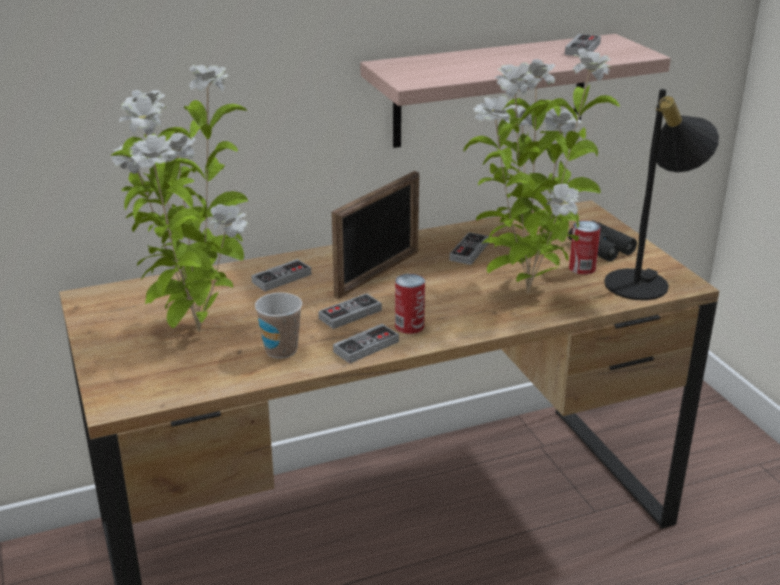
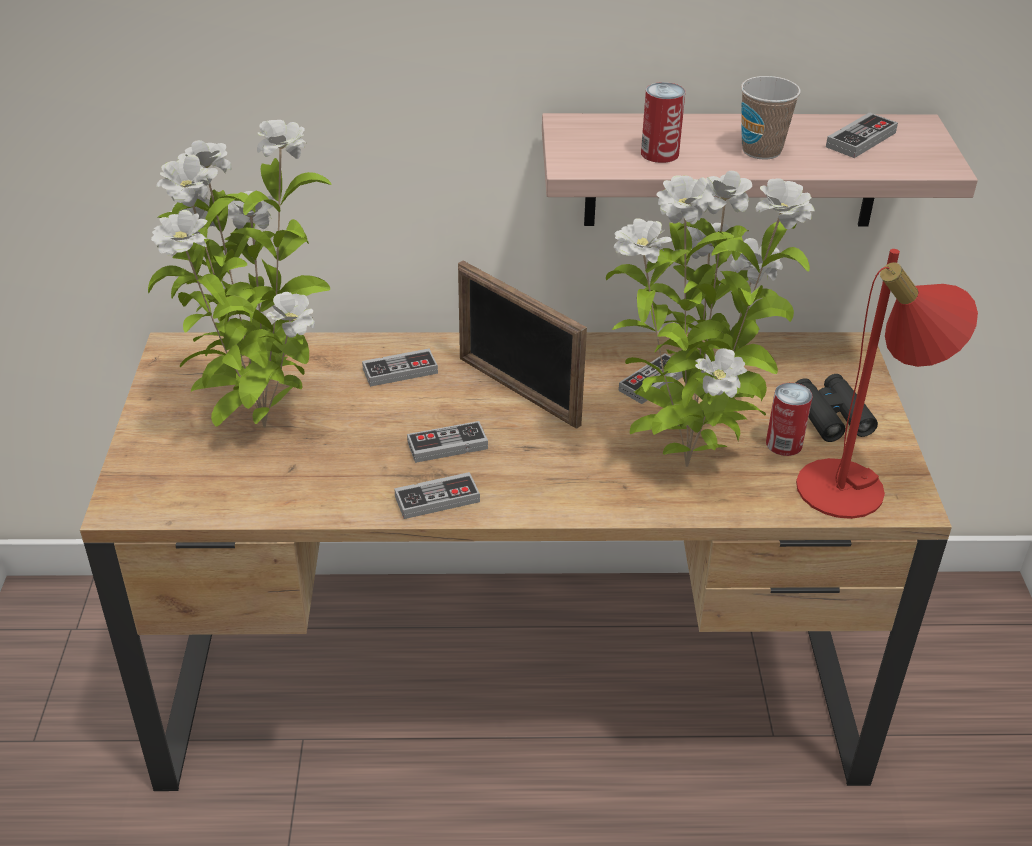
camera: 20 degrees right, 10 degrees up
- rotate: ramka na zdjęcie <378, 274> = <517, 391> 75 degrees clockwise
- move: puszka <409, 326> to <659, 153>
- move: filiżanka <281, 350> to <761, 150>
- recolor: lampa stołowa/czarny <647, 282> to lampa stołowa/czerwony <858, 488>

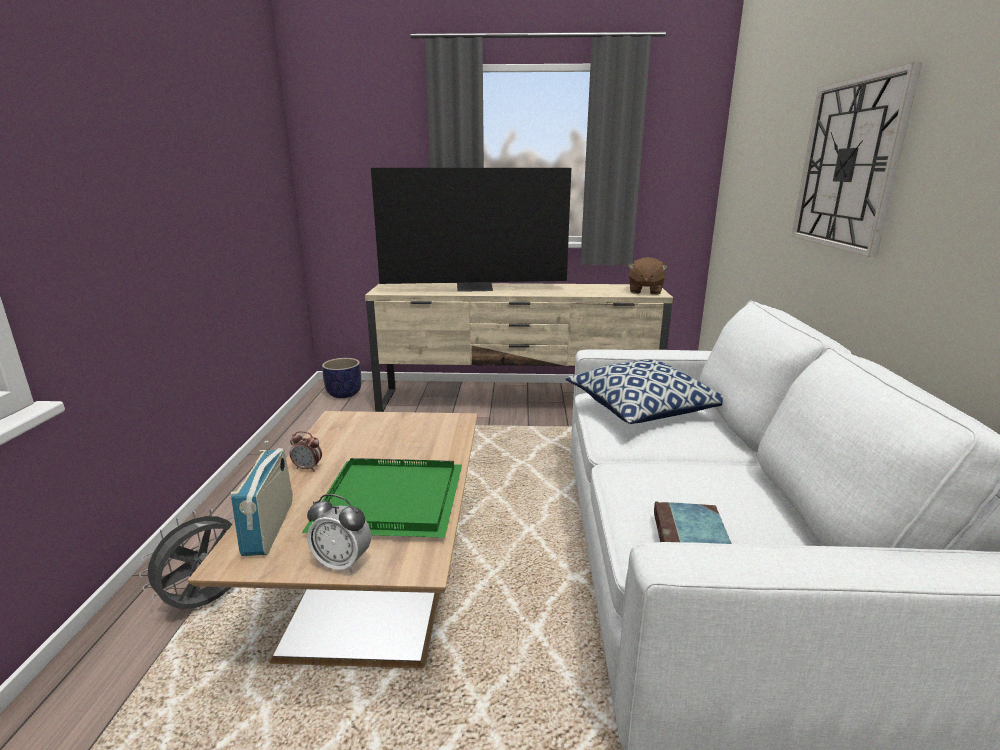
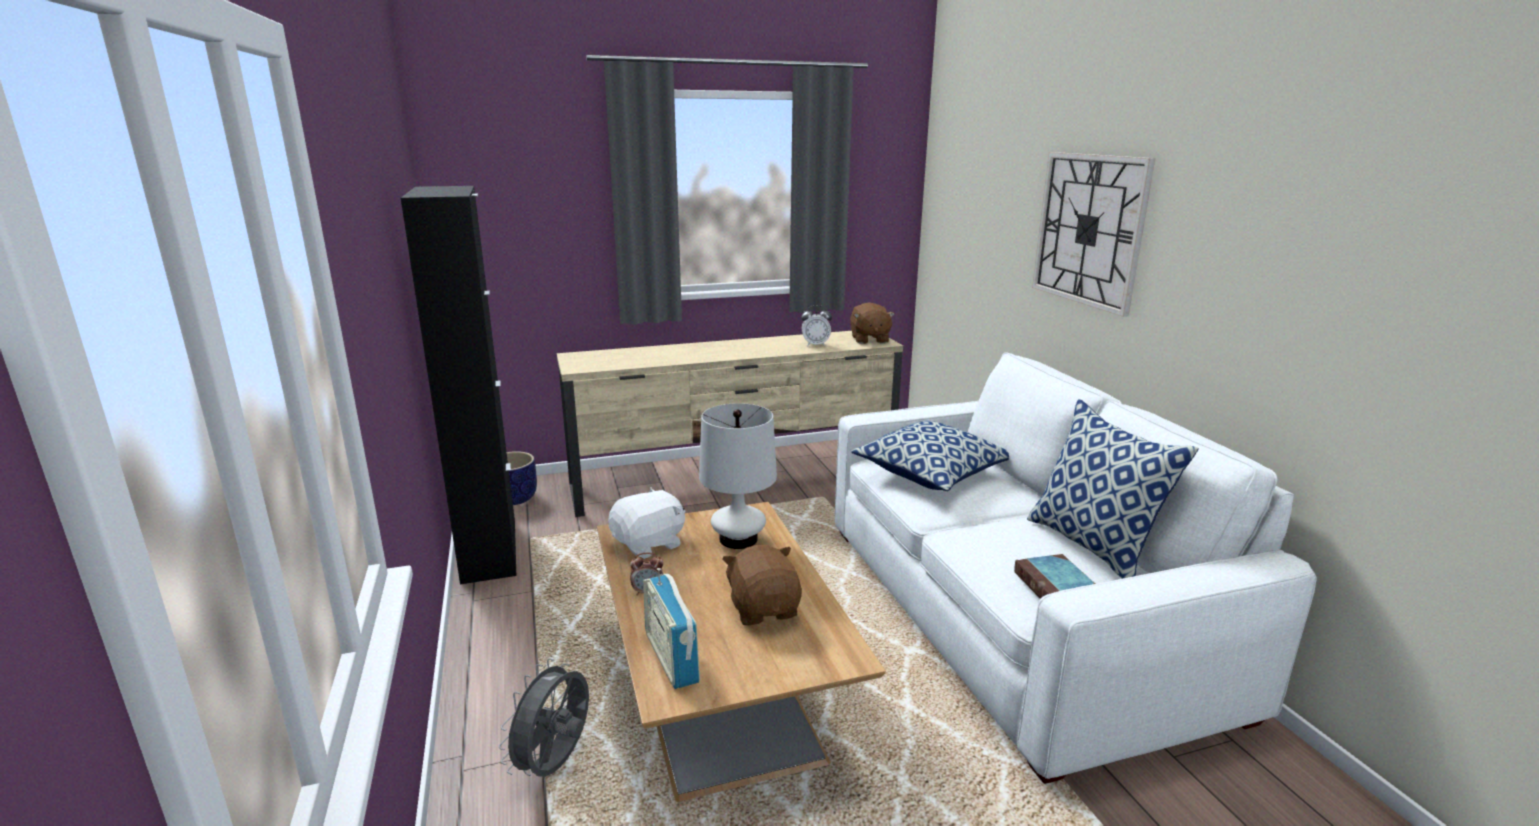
camera: 20 degrees left, 0 degrees up
- insert: szafka/czarny <489, 551>
- insert: pluszak/biały <649, 544>
- insert: lampa stołowa/biały <738, 539>
- replace: taca/zielony <387, 502> to pluszak/brązowy <764, 609>
- move: budzik <342, 563> to <815, 345>
- insert: poduszka <1093, 546>
- delete: telewizor <475, 288>

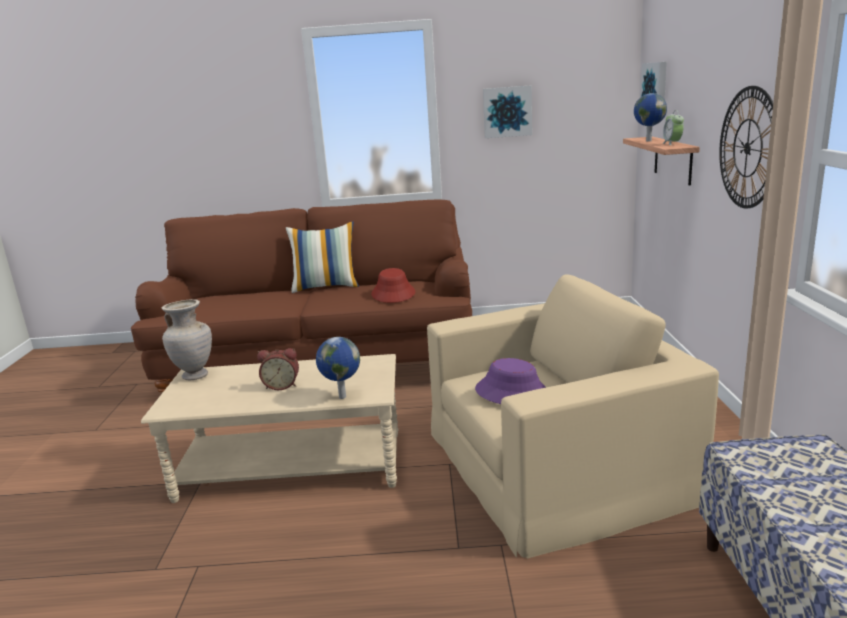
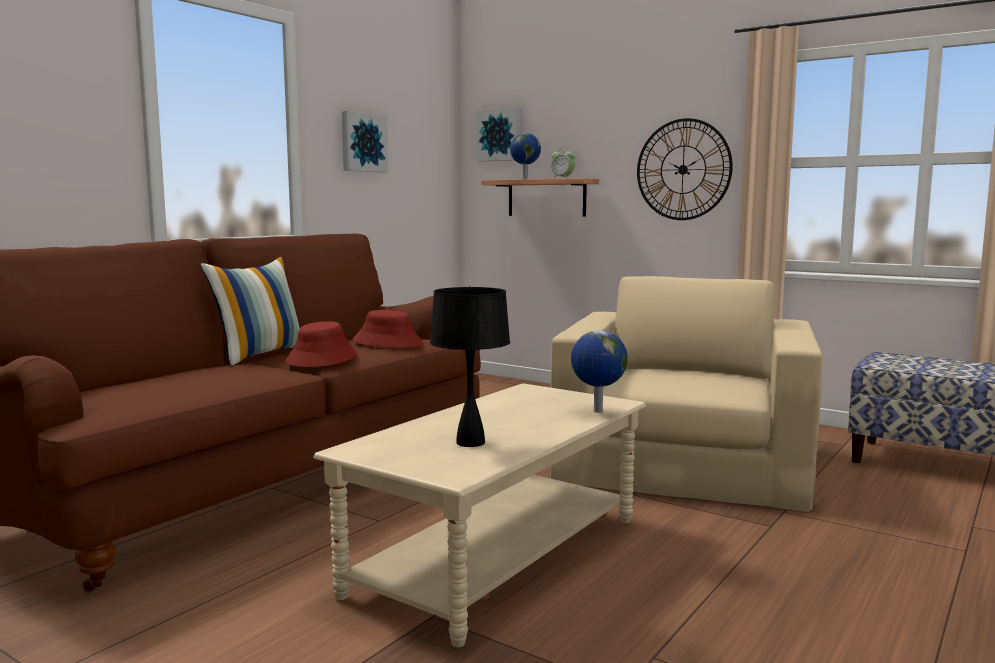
camera: 55 degrees left, 10 degrees down
- insert: kapelusz/czerwony <322, 358>
- insert: lampa stołowa/czarny <470, 442>
- delete: wazon/beżowy <195, 375>
- delete: budzik <282, 385>
- delete: kapelusz/fioletowy <512, 392>

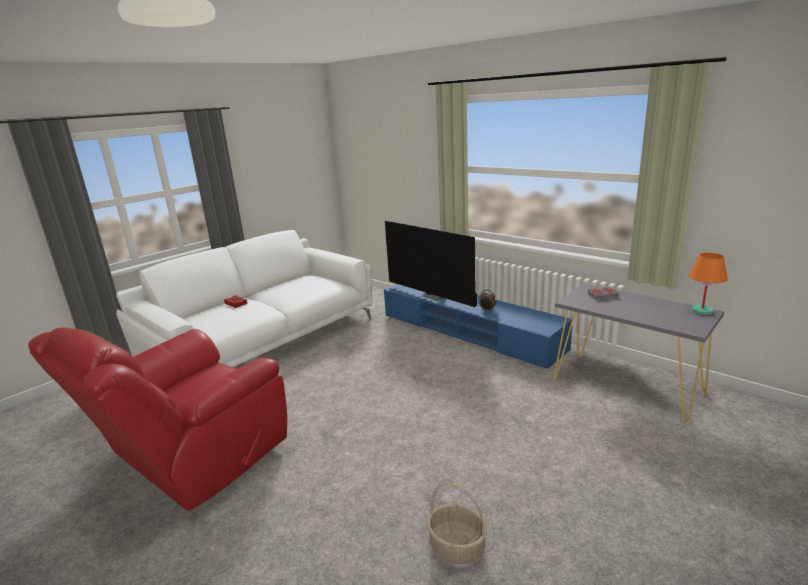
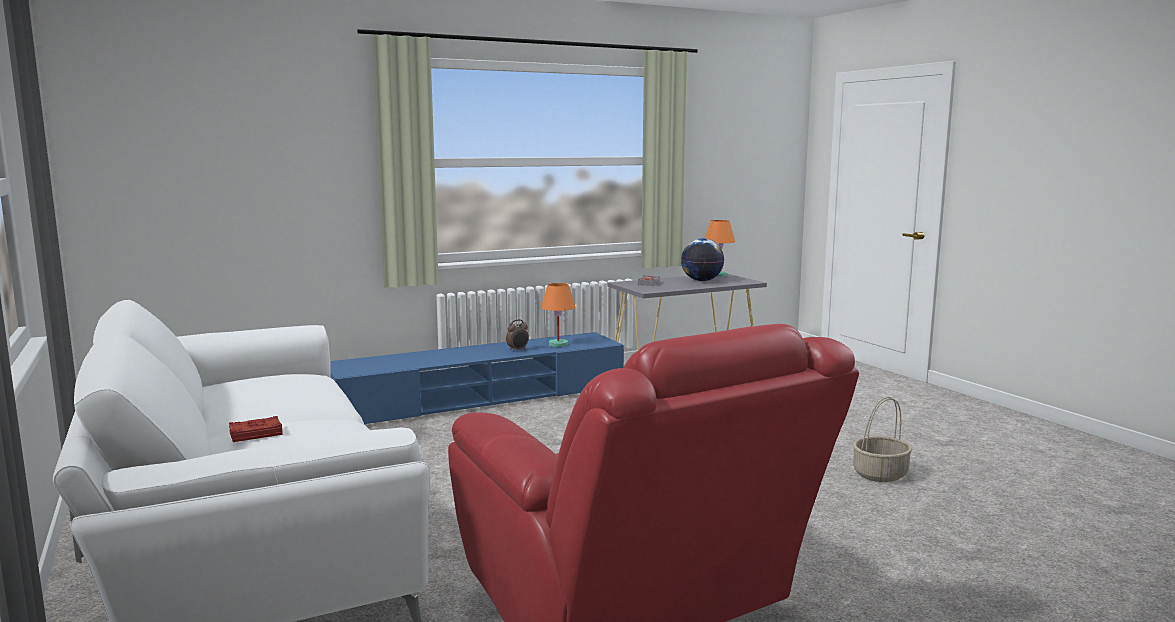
camera: 70 degrees left, 10 degrees down
- insert: lampa stołowa/pomarańczowy <558, 344>
- insert: globus <702, 280>
- delete: telewizor <434, 296>

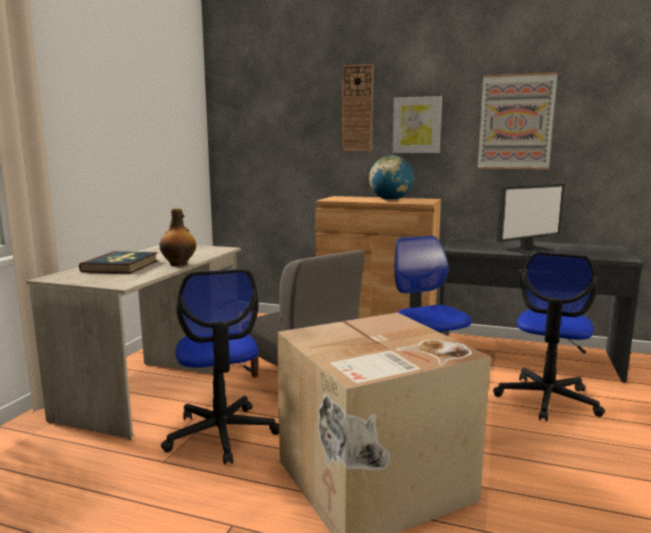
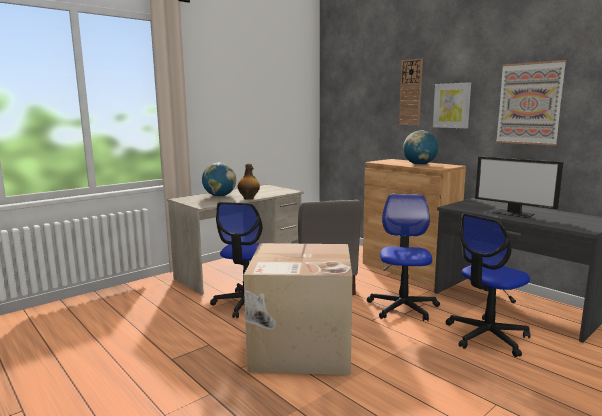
camera: 30 degrees right, 0 degrees up
- replace: książka <121, 266> to globus <219, 196>
- rotate: monitor <528, 249> = <513, 213> 45 degrees clockwise

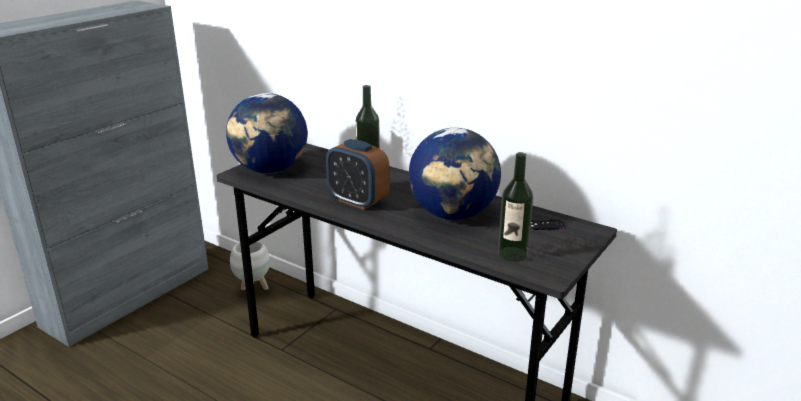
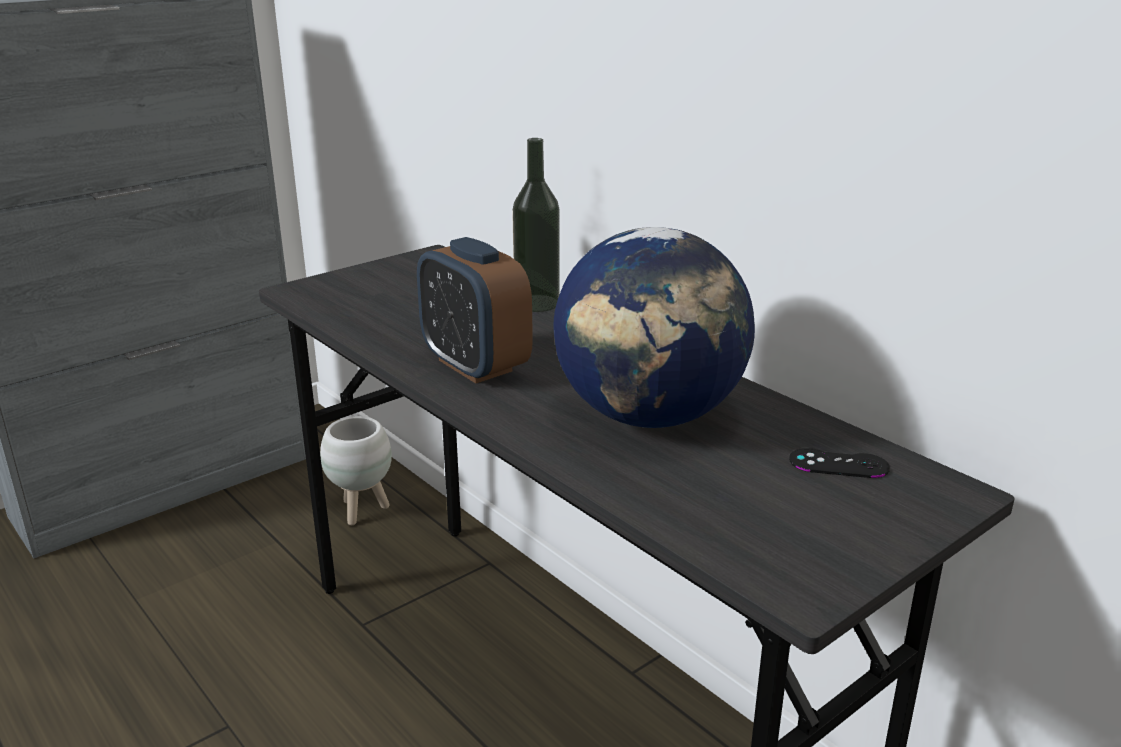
camera: 15 degrees right, 0 degrees up
- delete: globus <270, 170>
- delete: butelka <512, 254>

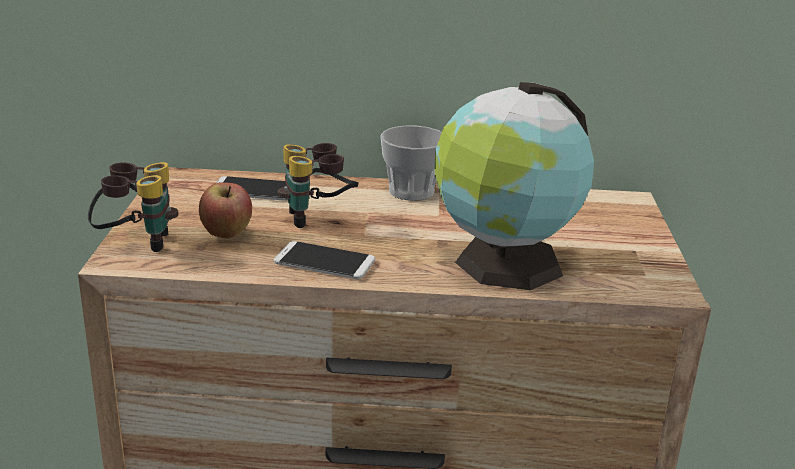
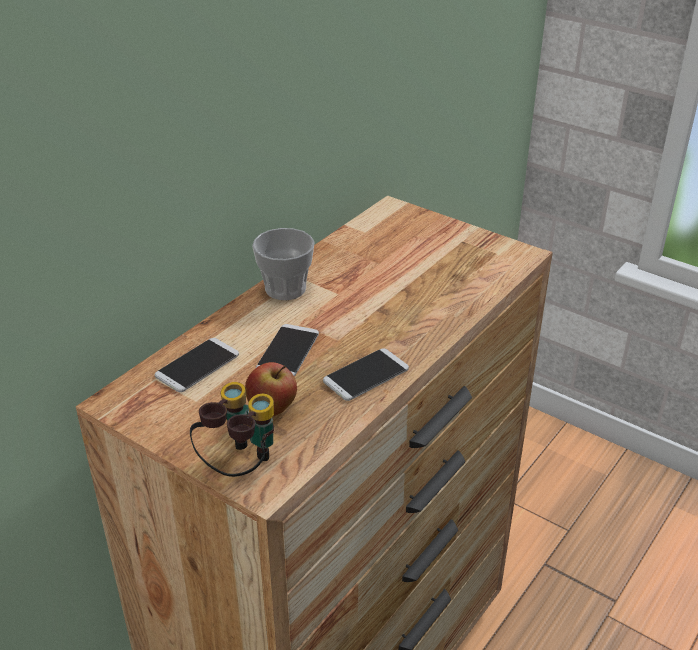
camera: 55 degrees left, 10 degrees up
- replace: lornetka <317, 218> to telefon <288, 351>
- delete: globus <504, 265>

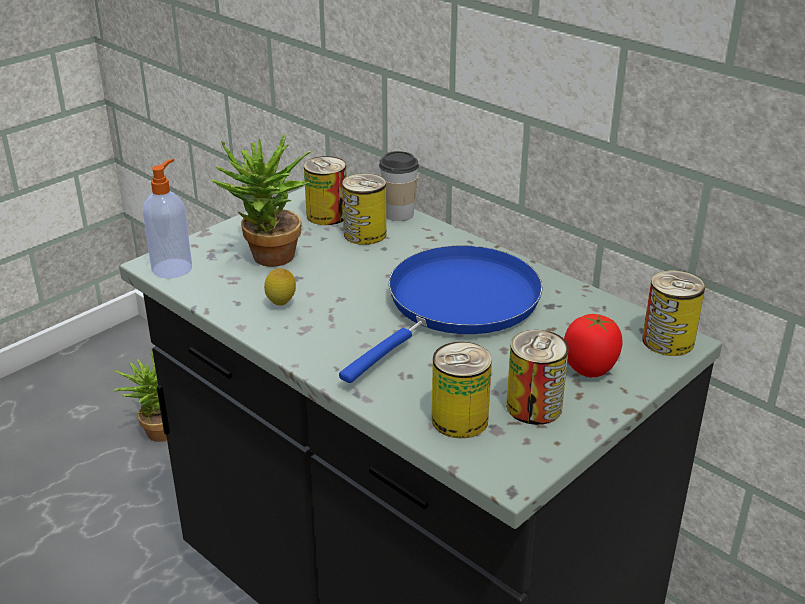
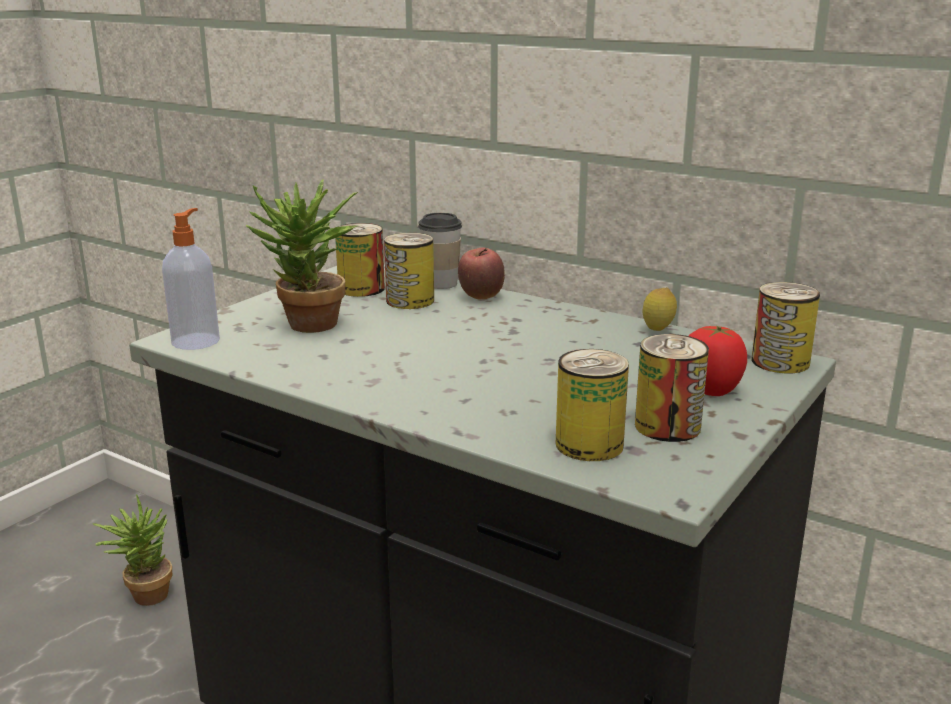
camera: 10 degrees left, 10 degrees down
- insert: jabłko <481, 297>
- move: cytryna <281, 305> to <657, 331>
- delete: patelnia/niebieski <457, 305>

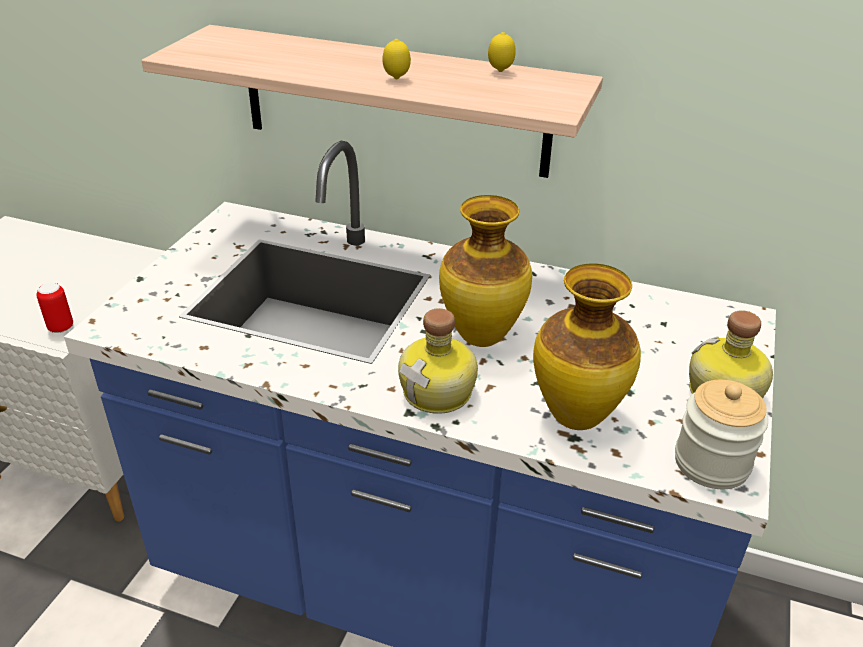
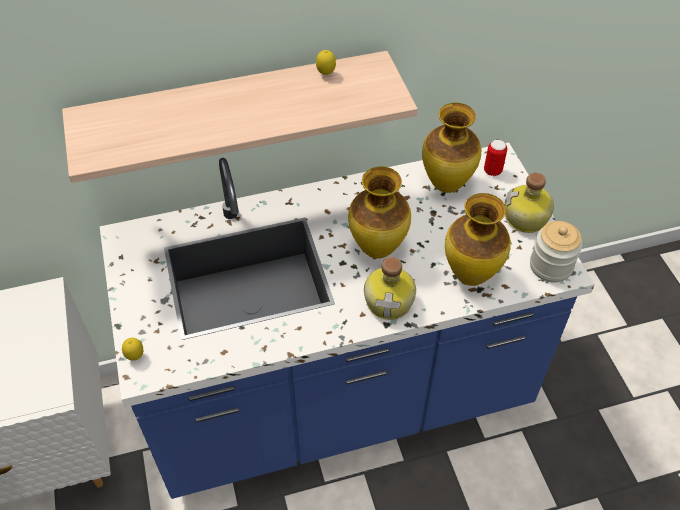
camera: 35 degrees left, 15 degrees up
- move: cytryna <396, 79> to <135, 357>
- insert: wazon <447, 185>
- move: puszka <61, 327> to <492, 171>

